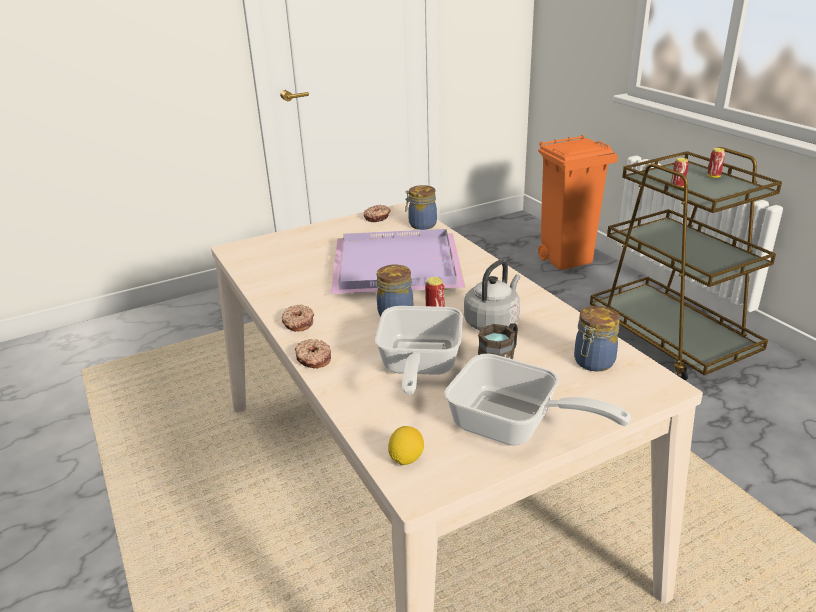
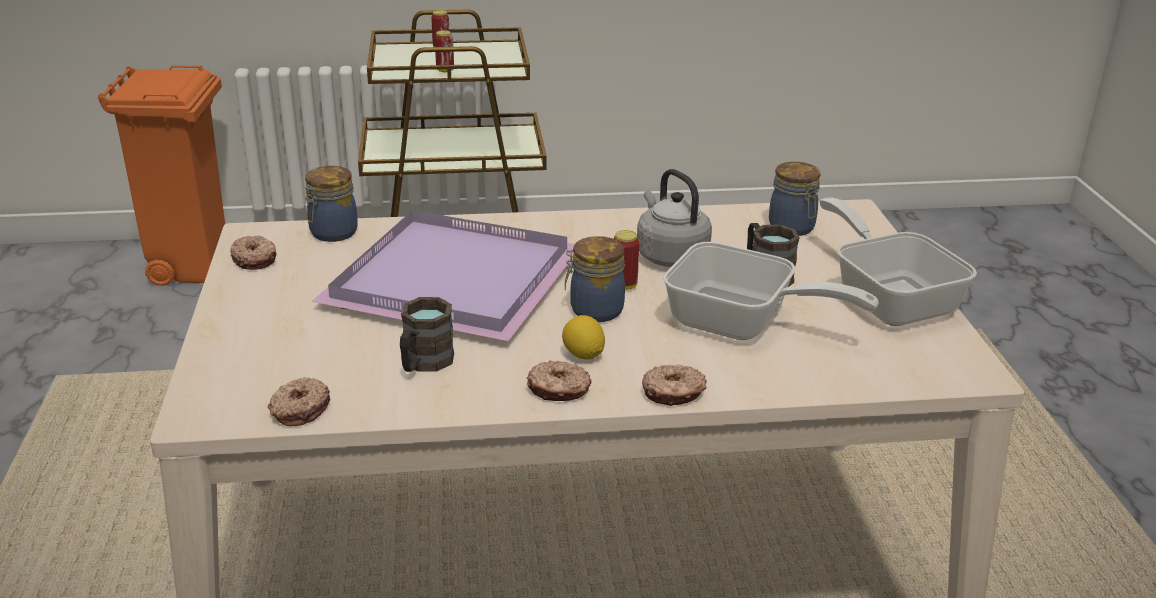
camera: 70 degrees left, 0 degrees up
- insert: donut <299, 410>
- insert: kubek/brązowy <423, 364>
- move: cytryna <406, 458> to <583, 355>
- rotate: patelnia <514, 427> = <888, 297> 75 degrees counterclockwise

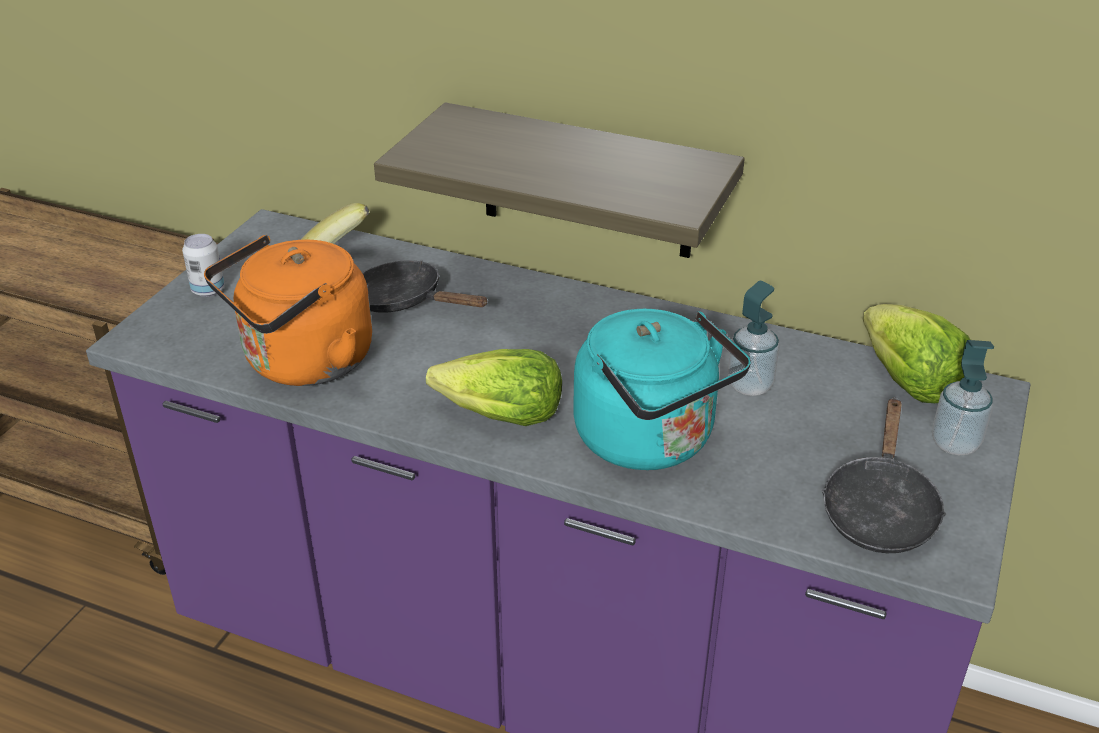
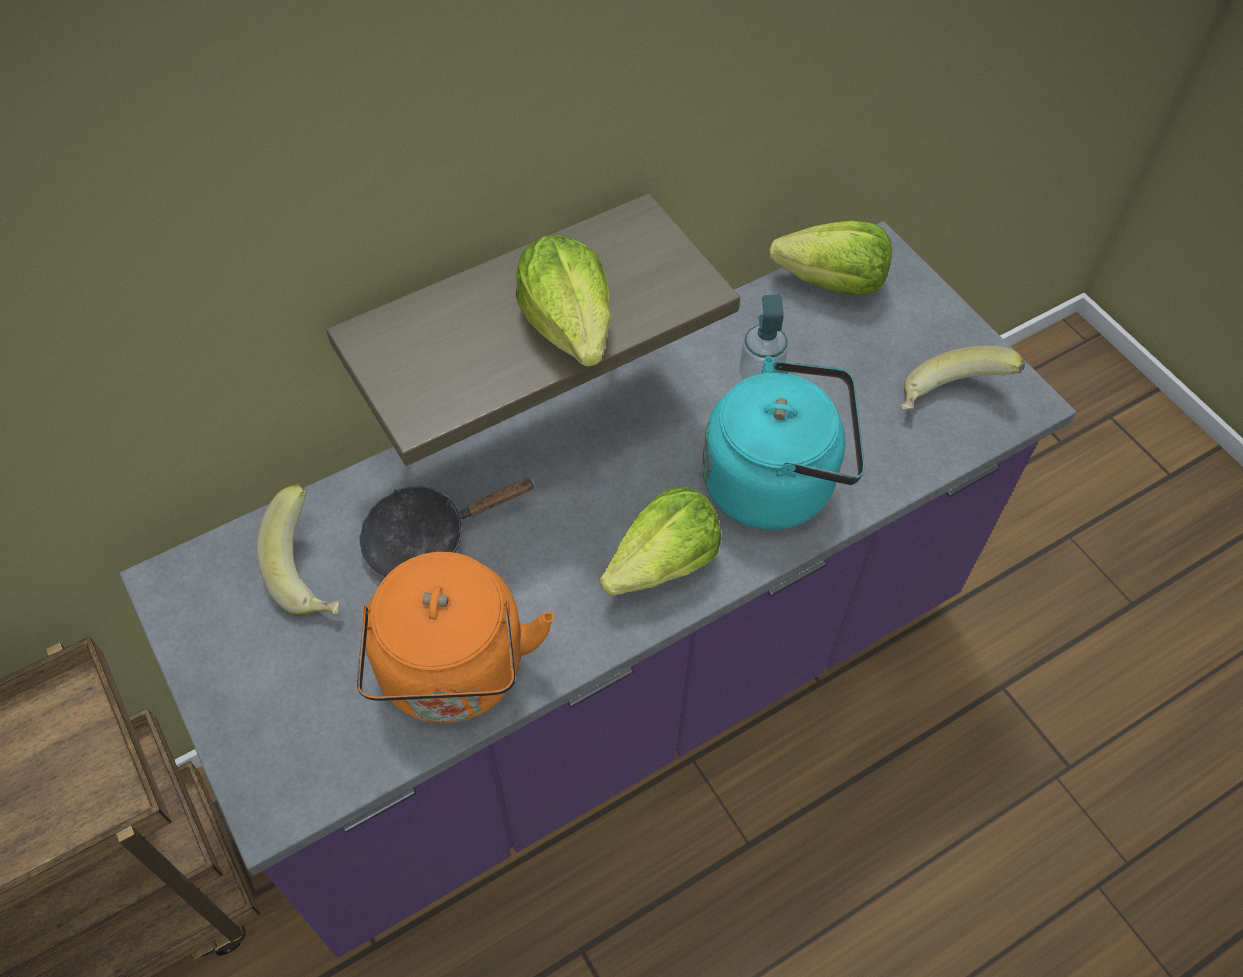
camera: 55 degrees left, 20 degrees up
- insert: sałata <570, 325>
- replace: patelnia/czarny <879, 509> to banan <950, 401>
- delete: puszka <208, 290>
- delete: dozownik mydła <955, 444>

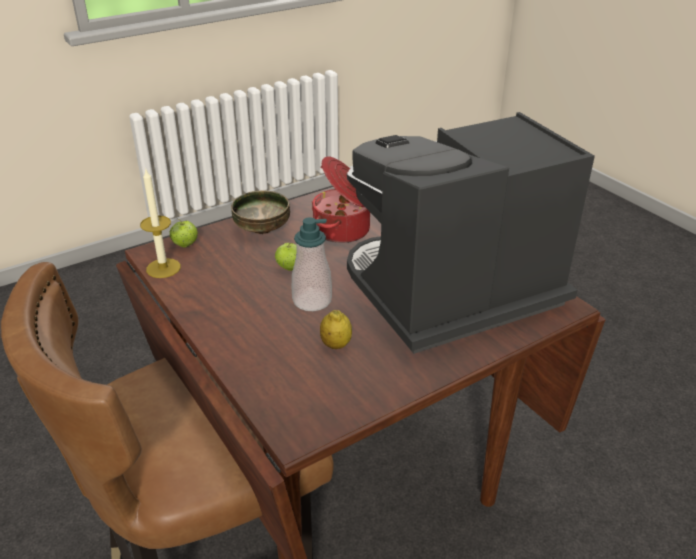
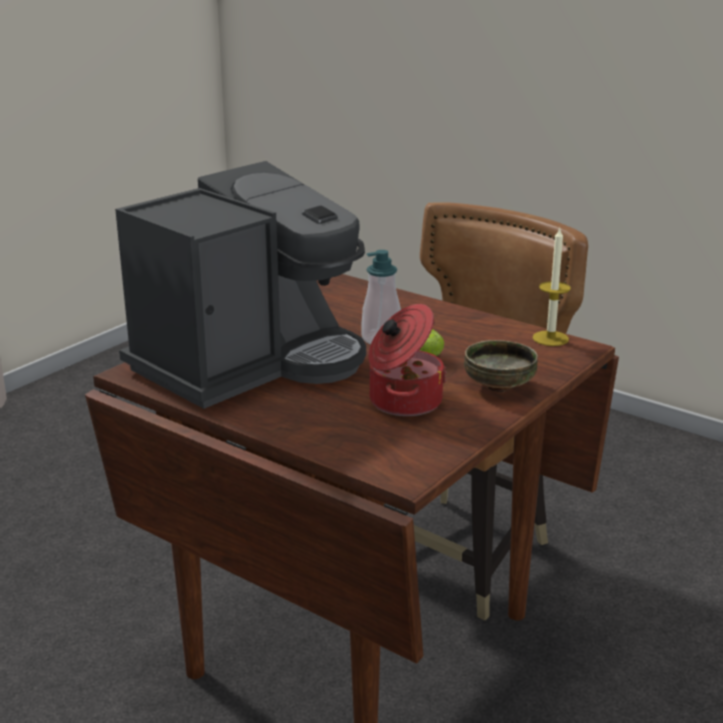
camera: 160 degrees right, 10 degrees down
- delete: jabłko <185, 245>
- delete: cytryna <336, 345>

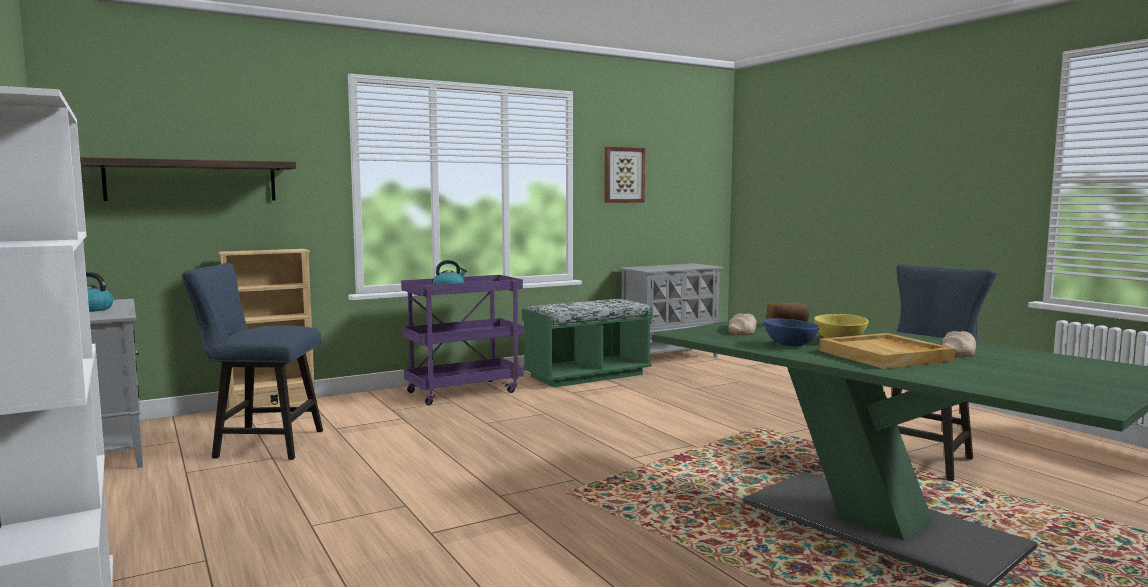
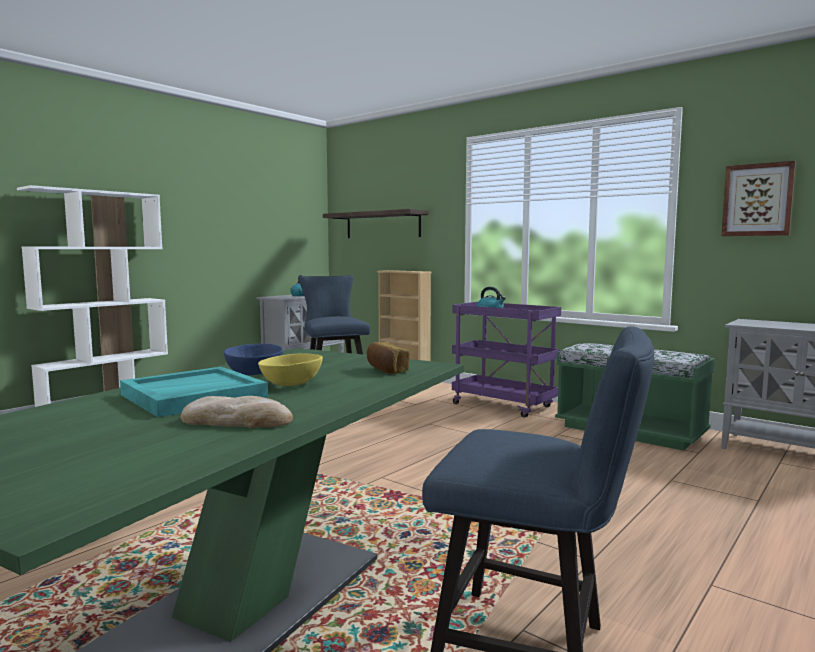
camera: 70 degrees right, 0 degrees up
- recolor: taca/beżowy <886, 355> to taca/turkusowy <193, 396>
- delete: chleb <742, 329>

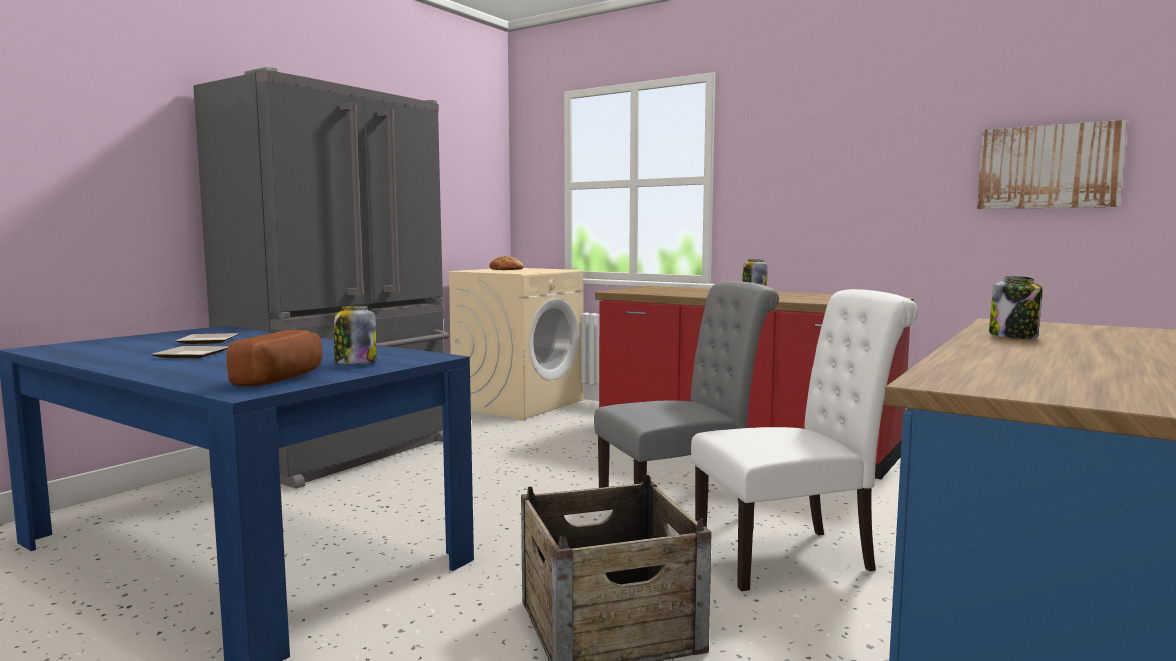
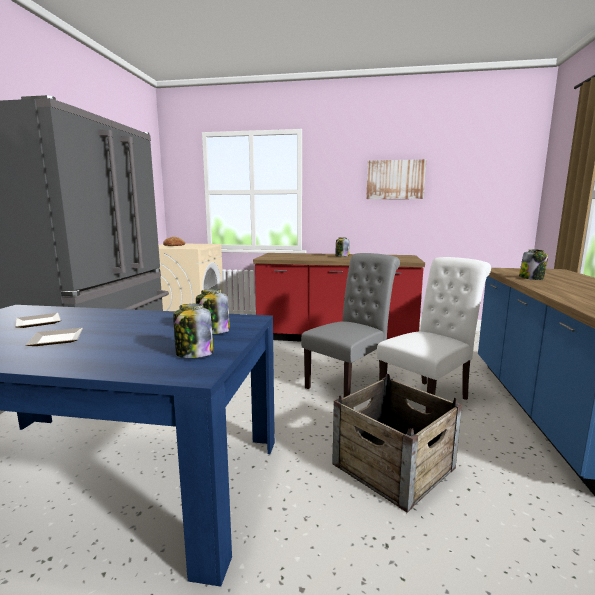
camera: 25 degrees left, 5 degrees up
- replace: chleb <284, 378> to słoik <194, 354>
- move: obraz <1048, 167> to <395, 179>

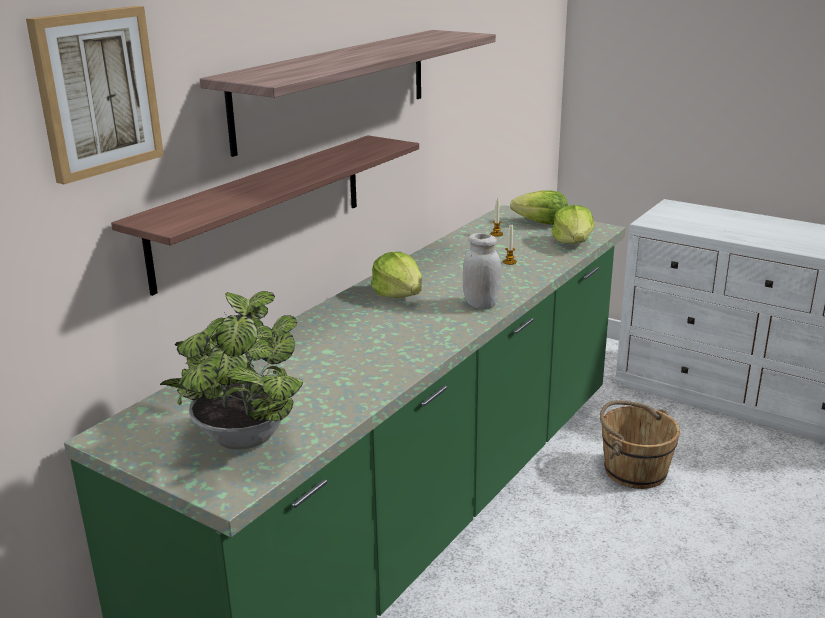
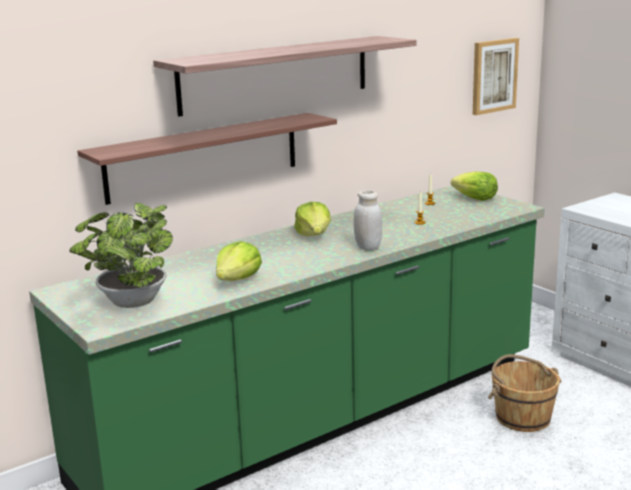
camera: 20 degrees right, 5 degrees down
- move: sałata <573, 243> to <237, 279>
- move: obraz <96, 92> to <493, 76>

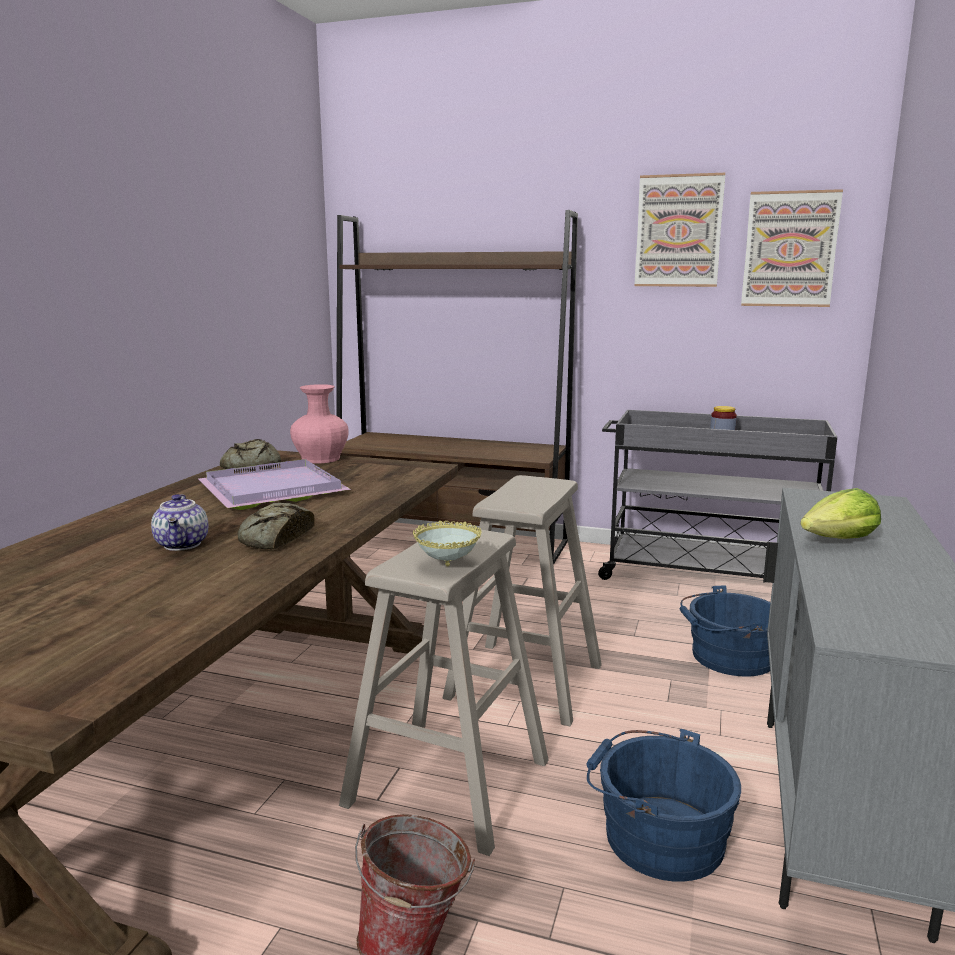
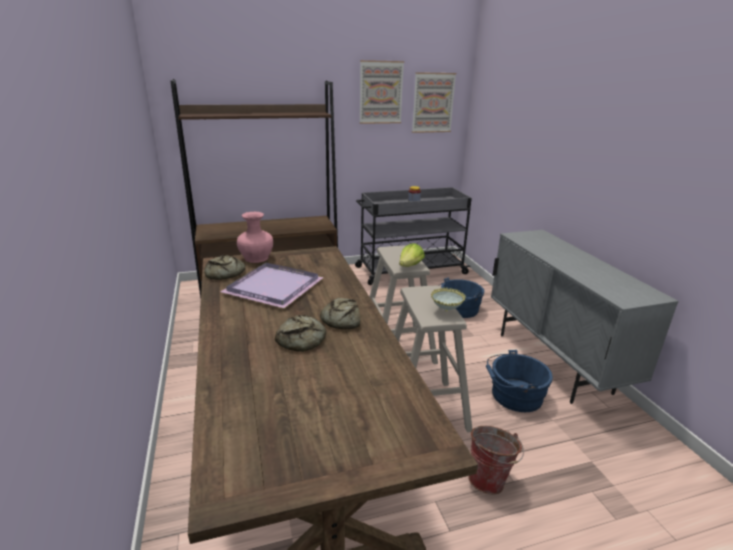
camera: 35 degrees left, 10 degrees up
- replace: imbryk <183, 545> to chleb <303, 339>
- move: sałata <839, 540> to <410, 266>

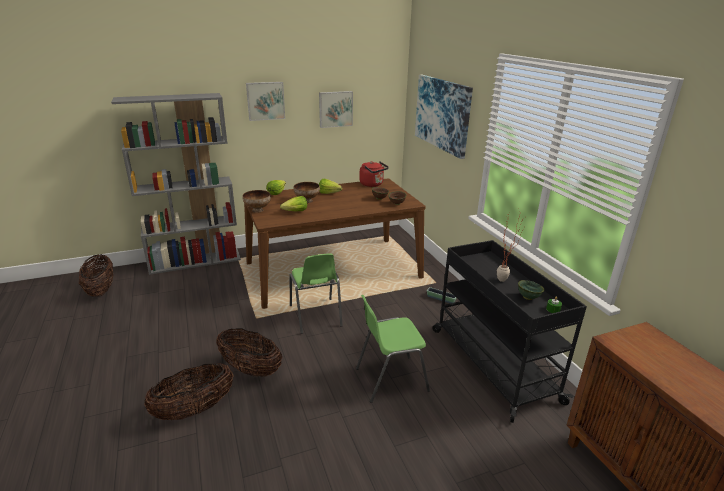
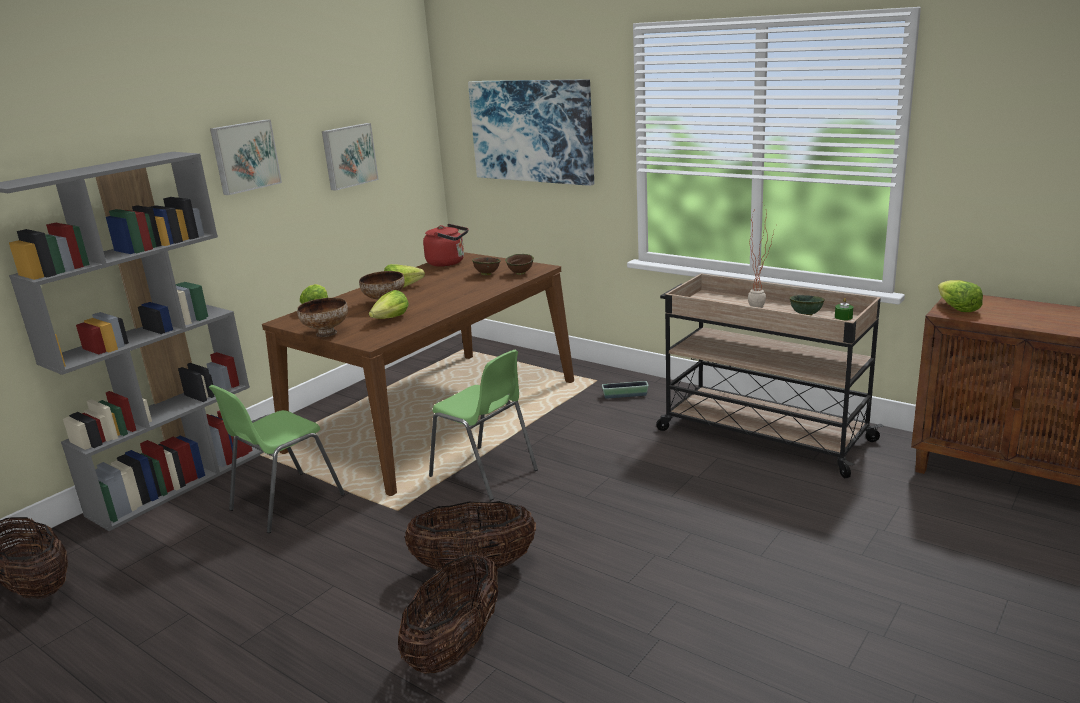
camera: 30 degrees left, 5 degrees down
- move: krzesło/zielony <390, 379> to <285, 502>
- recolor: wózek/czarny <492, 363> to wózek/beżowy <761, 435>
- insert: sałata <956, 308>

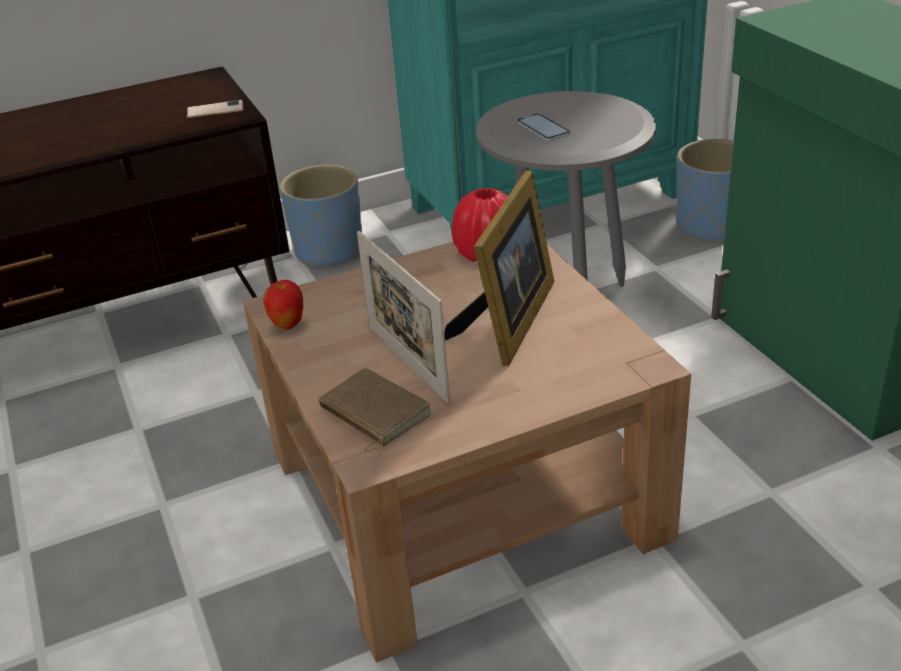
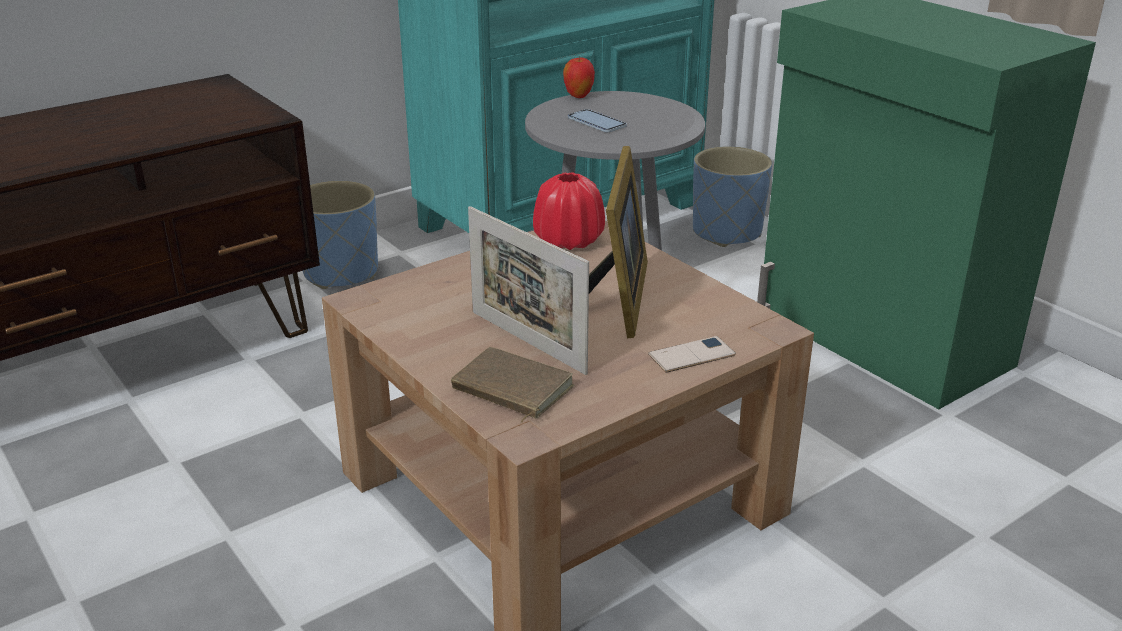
camera: 15 degrees left, 5 degrees down
- move: jabłko <288, 325> to <578, 96>
- move: telefon <215, 110> to <692, 355>

